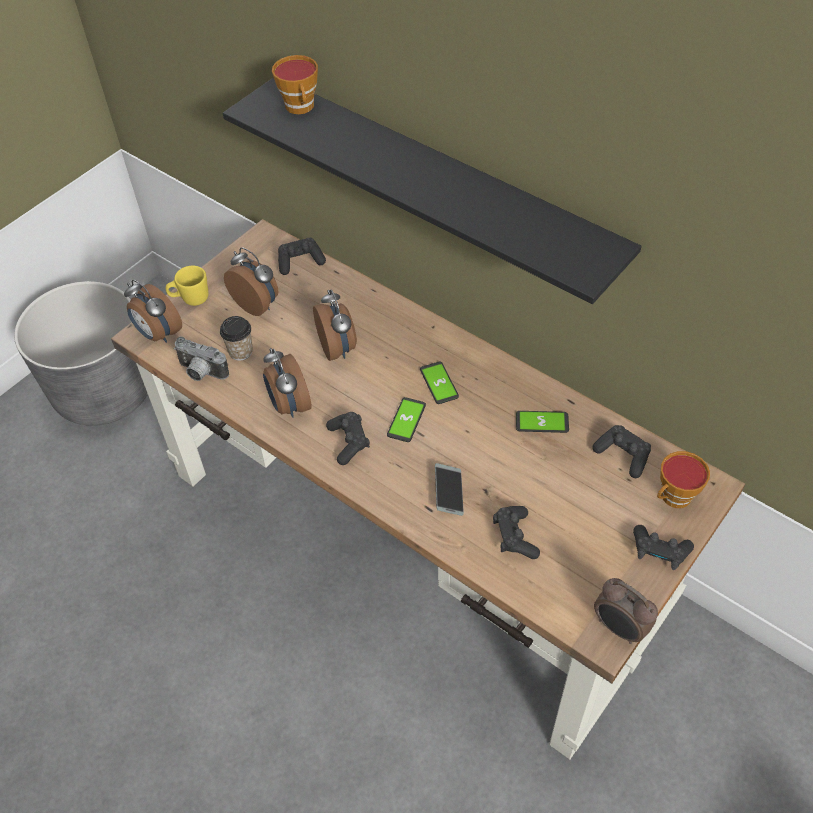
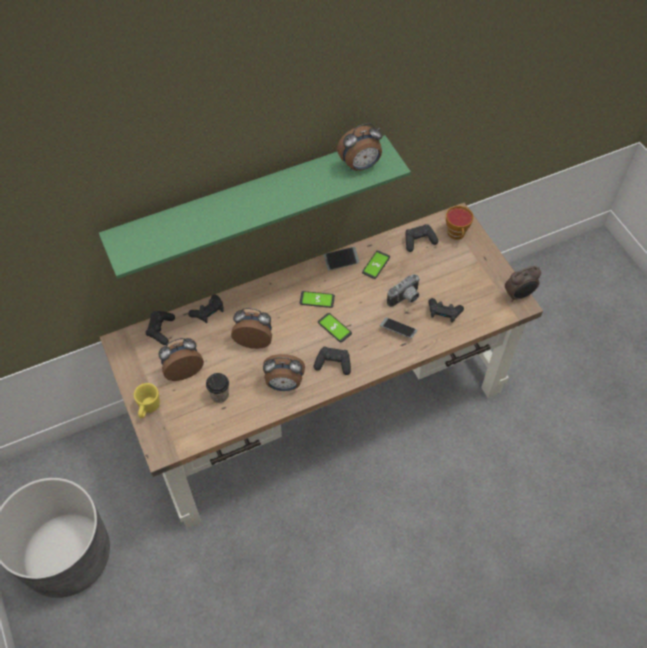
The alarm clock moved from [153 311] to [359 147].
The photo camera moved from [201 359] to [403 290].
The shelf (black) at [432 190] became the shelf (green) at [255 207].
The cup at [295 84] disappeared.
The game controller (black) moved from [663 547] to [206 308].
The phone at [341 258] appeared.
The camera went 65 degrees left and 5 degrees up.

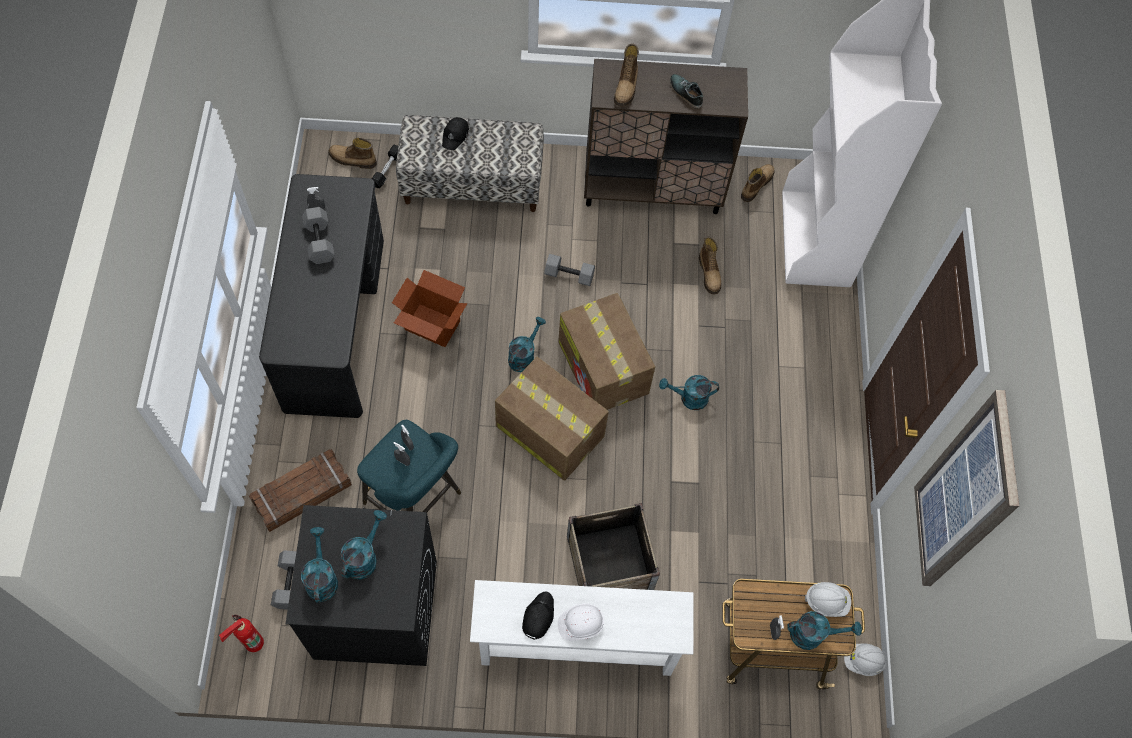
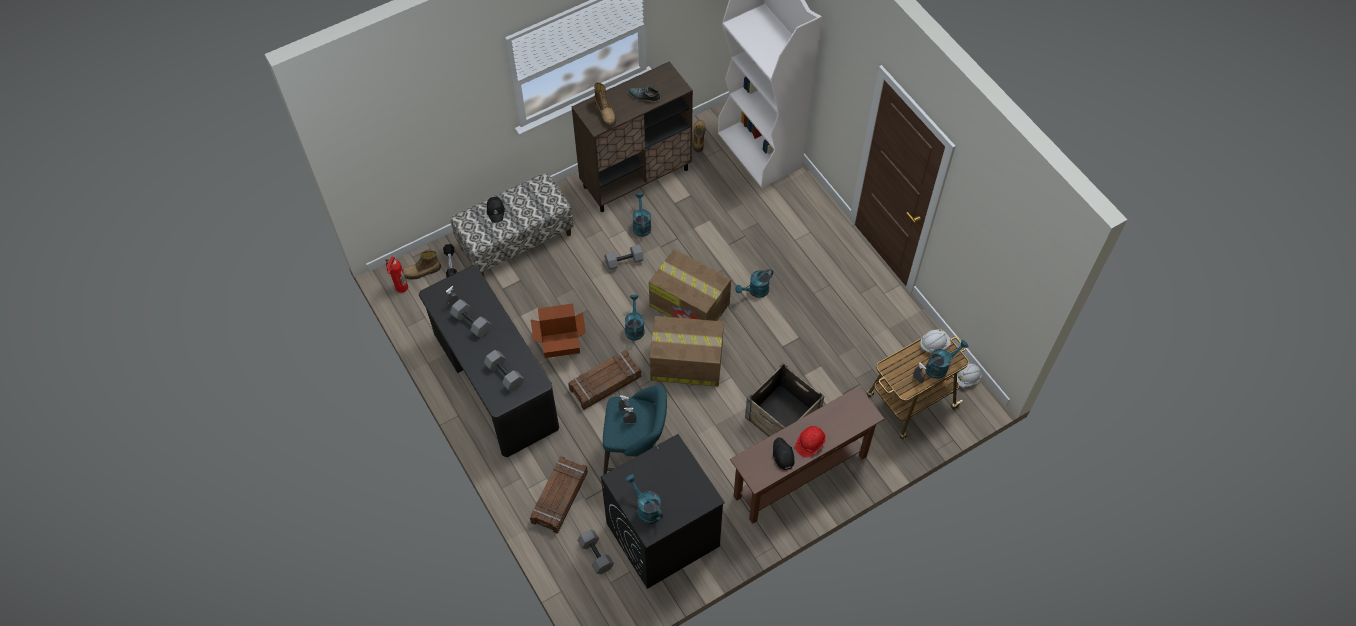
The fire extinguisher moved from [241 633] to [396 275].
The watering can (turquoise) moved from [364 544] to [642 215].
The console table (white) at [582 628] became the console table (brown) at [807 455].
The hard hat (white) at [581 622] became the hard hat (red) at [810 442].
The boot at [710 265] disappeared.
The picture at [966 488] disappeared.
The dumbbell (grey) at [504 371] appeared.
The crate at [604 380] appeared.
The camera went 30 degrees left and 5 degrees down.

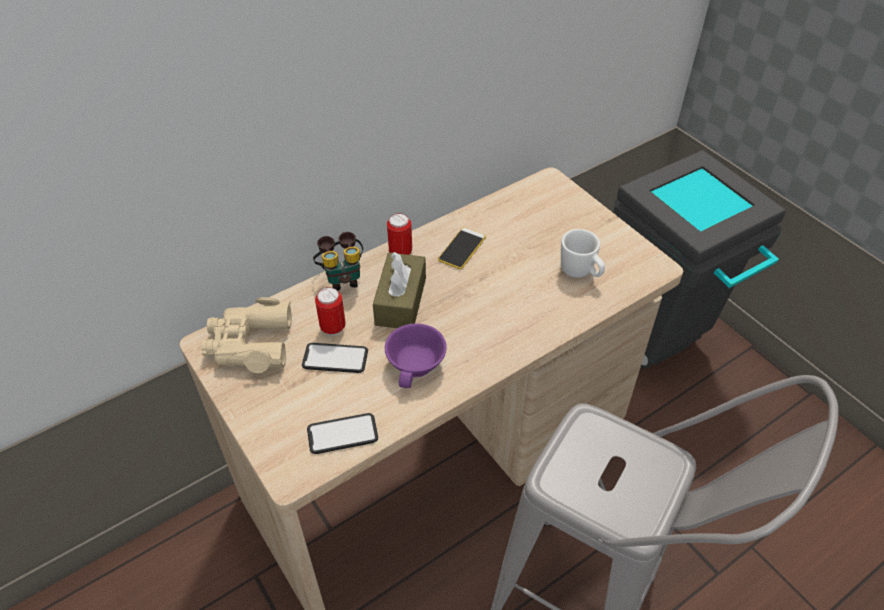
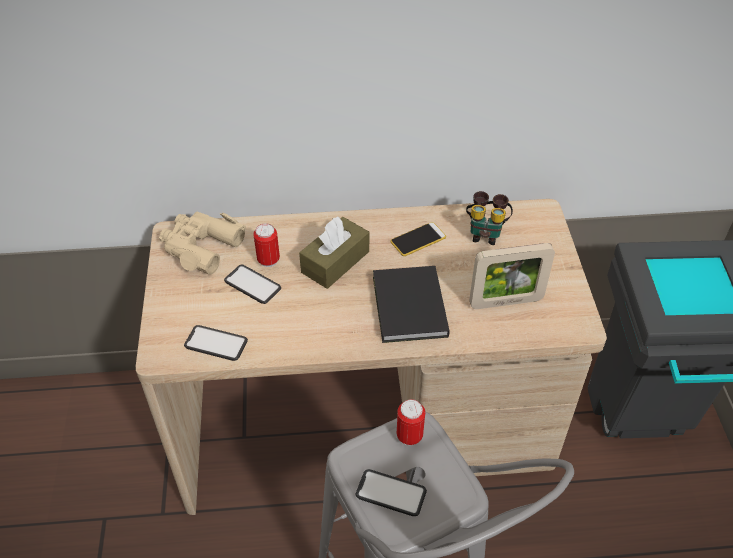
The binoculars moved from [338 261] to [489 218].
The cup (purple) at [416 355] disappeared.
The can moved from [399 234] to [411 422].
The mug (white) at [583 253] was replaced by the picture frame at [512 276].
The phone at [391 492] appeared.
The book (black) at [411 304] appeared.
The camera went 30 degrees right and 0 degrees up.

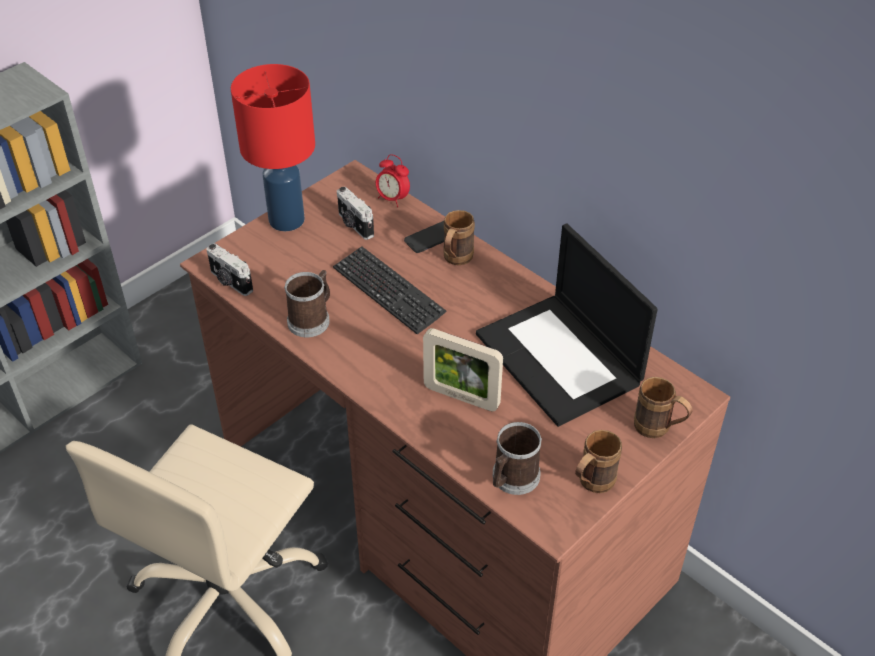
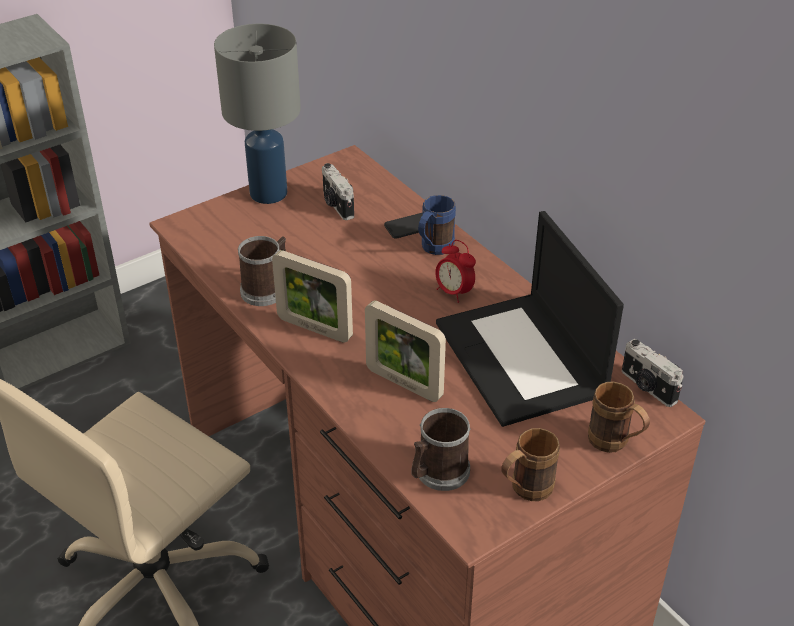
The photo camera moved from [229 270] to [653 373].
The table lamp (red) at [273 147] became the table lamp (grey) at [257 114].
The keyboard at [390 290] disappeared.
The alarm clock moved from [393 180] to [455 271].
The mug (brown) at [459 237] became the mug (blue) at [437 225].
The picture frame at [312 296] appeared.
The camera went 10 degrees right and 5 degrees down.

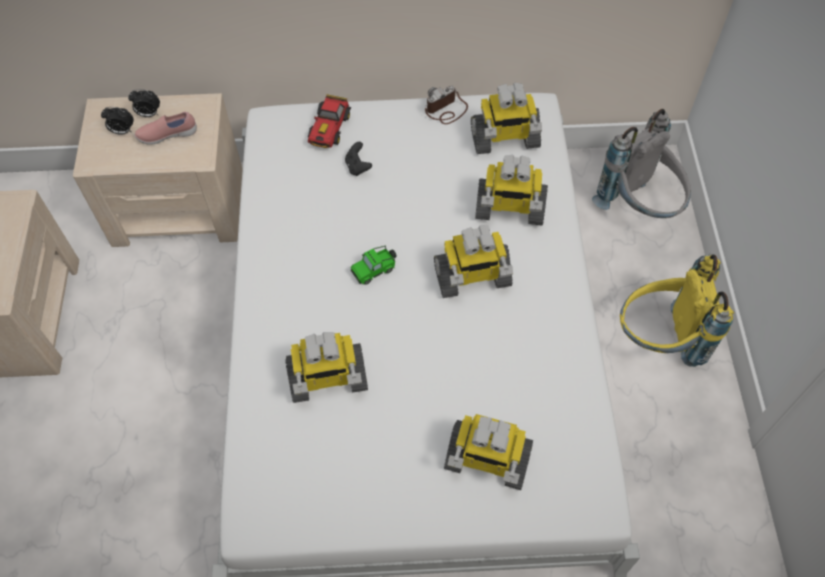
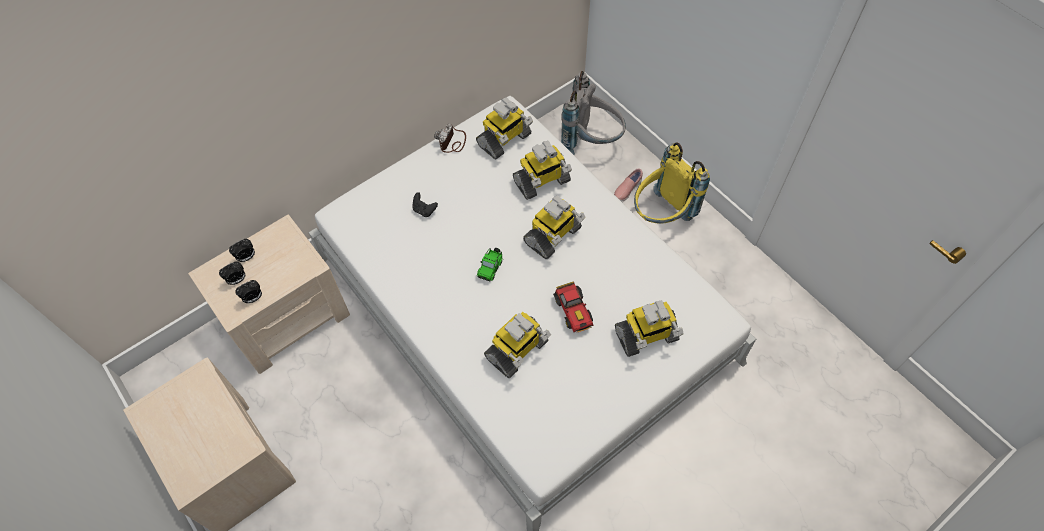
The shoe (pink) moved from [165 128] to [628 185].
The toy car moved from [330 121] to [573 306].
The alarm clock at [248 291] appeared.
The camera went 35 degrees left and 0 degrees up.

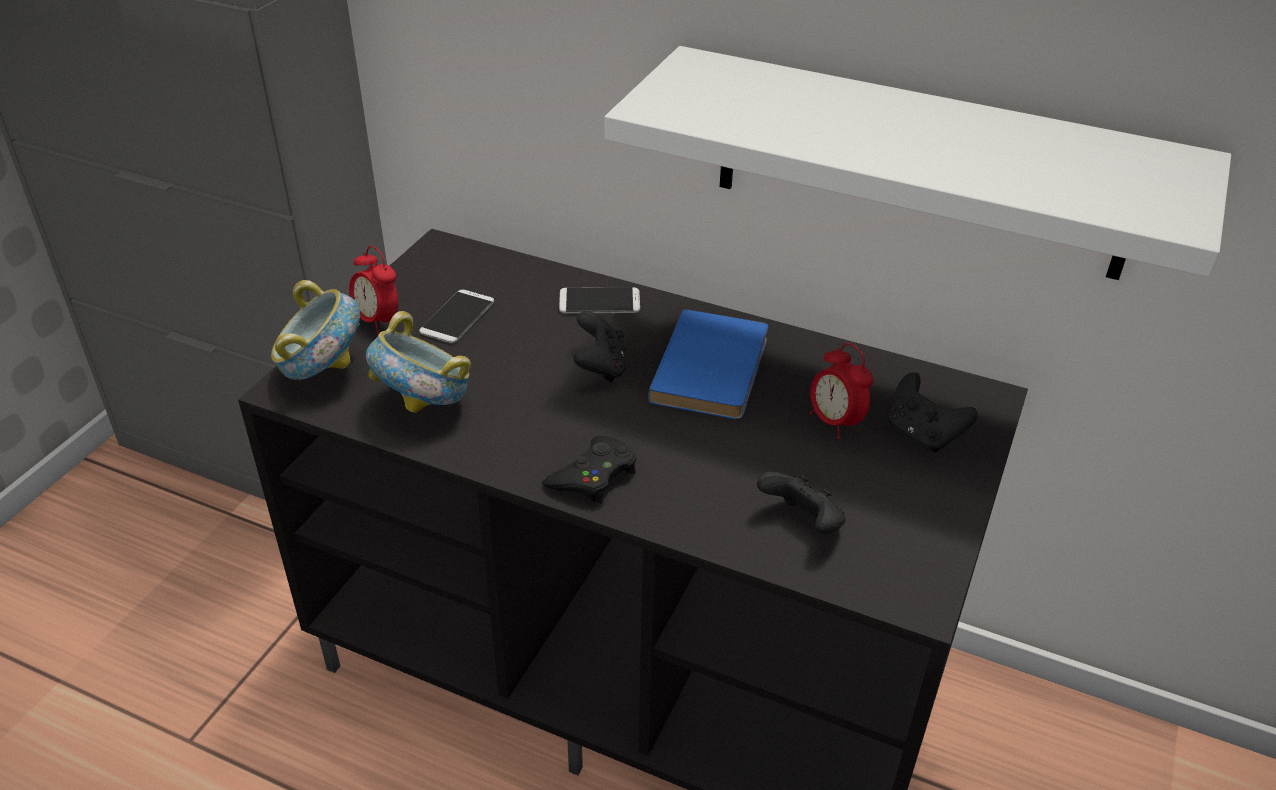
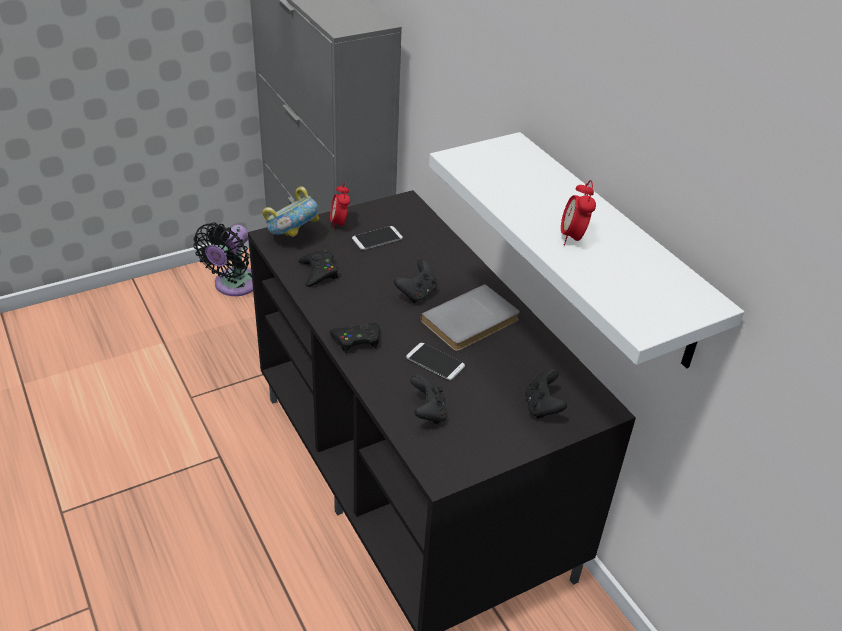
The bowl at [418 362] was replaced by the game controller (black) at [318 268].
The phone moved from [599 300] to [435 361].
The book (blue) at [708 364] became the book (grey) at [470 317].
The alarm clock moved from [841 391] to [578 212].
The fan (black) at [223 259] appeared.
The camera went 35 degrees right and 0 degrees up.

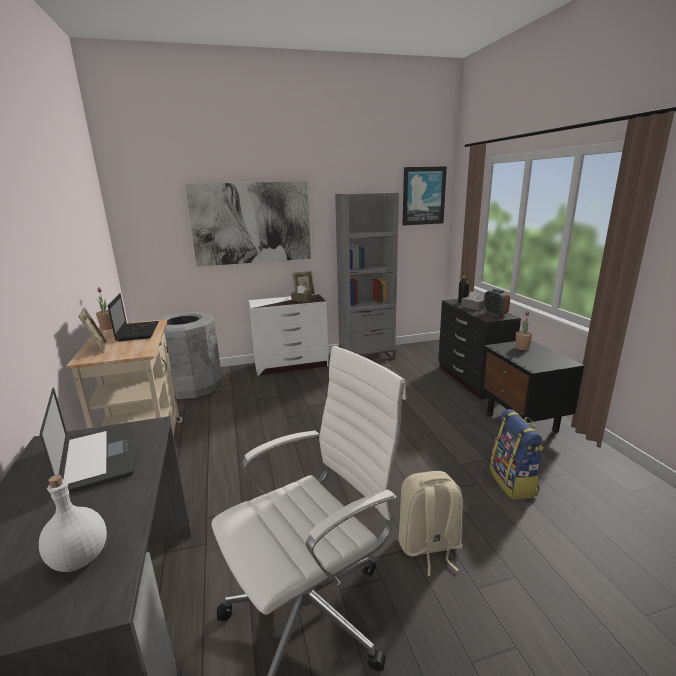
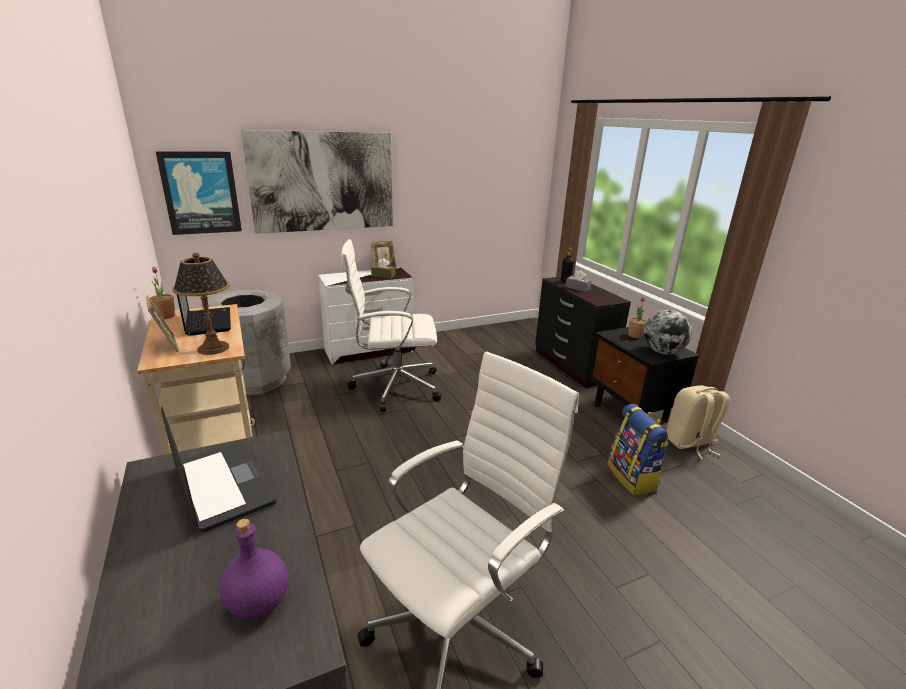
The bottle (white) at [73 523] became the bottle (purple) at [254 569].
The bookcase (grey) at [367 277] disappeared.
The backpack (beige) moved from [430 523] to [698 422].
The picture moved from [425 196] to [199 193].
The alarm clock at [496 302] disappeared.
The table lamp at [201 304] appeared.
The office chair (white) at [391 325] appeared.
The globe at [668 332] appeared.
The camera went 10 degrees left and 5 degrees up.

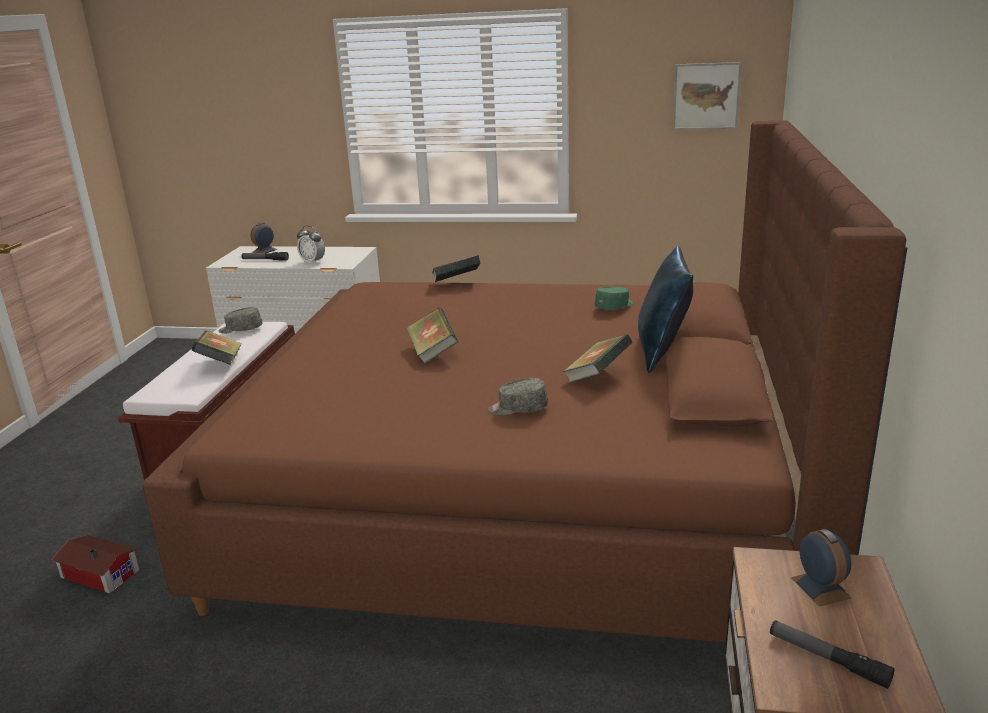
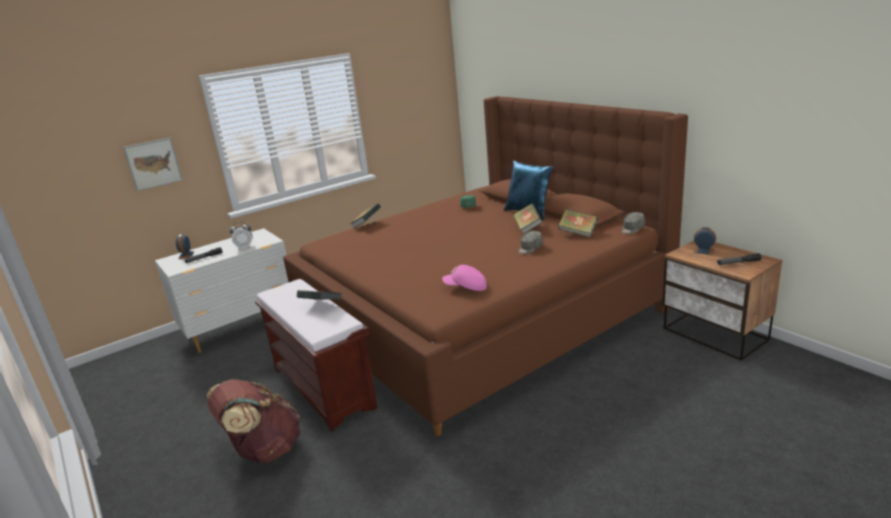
The toy house at [95 564] disappeared.
The cap (grey) moved from [241 320] to [633 223].
The book moved from [432 335] to [577 223].
The picture moved from [707 96] to [153 164].
The backpack (brown) at [253 421] appeared.
The cap (pink) at [464 278] appeared.
The camera went 45 degrees left and 0 degrees up.

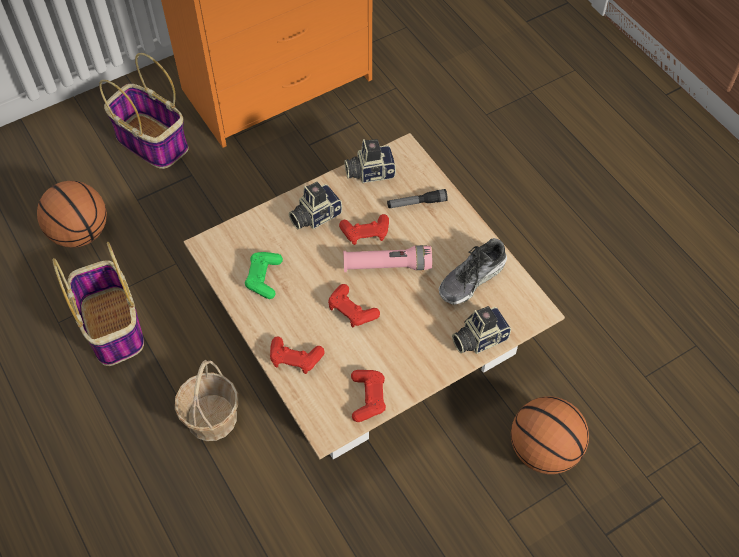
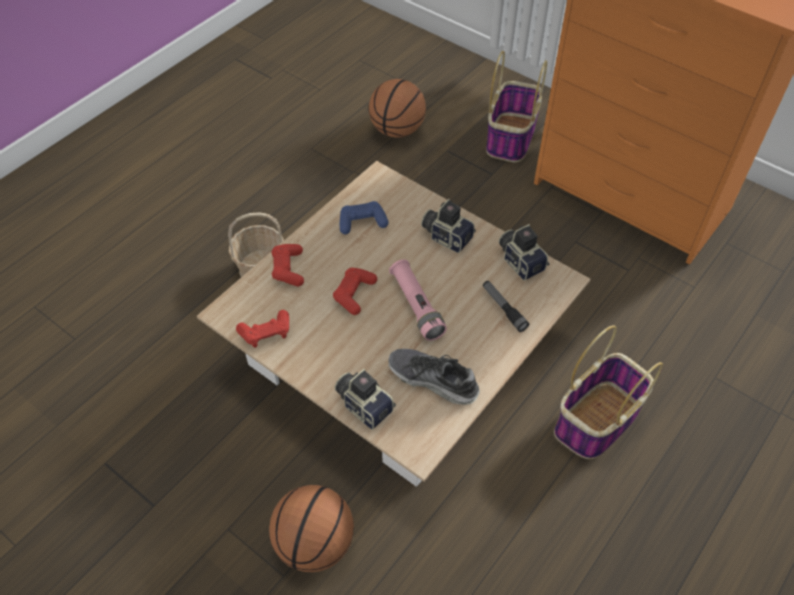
The basket moved from [98 304] to [608 392].
The game controller (green) at [264 275] became the game controller (blue) at [364 217].
The game controller (red) at [364 229] disappeared.
The camera went 70 degrees right and 5 degrees down.

